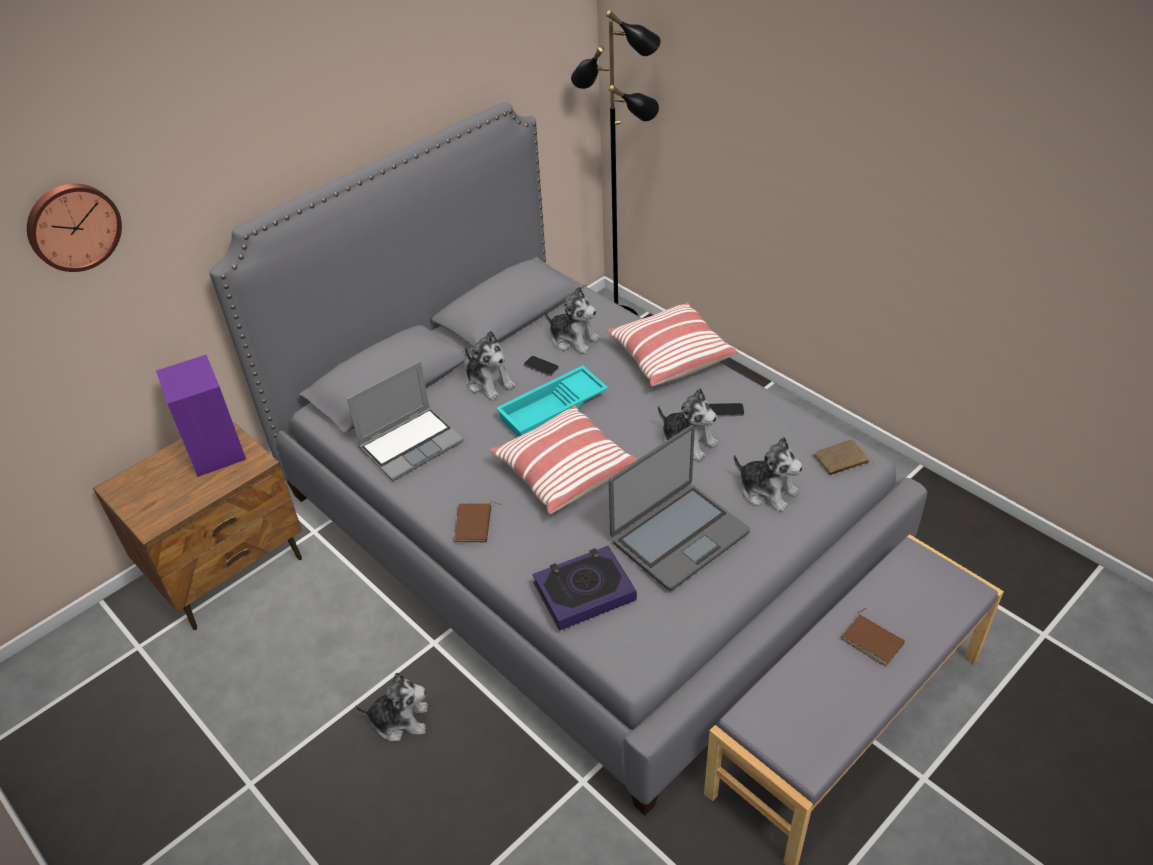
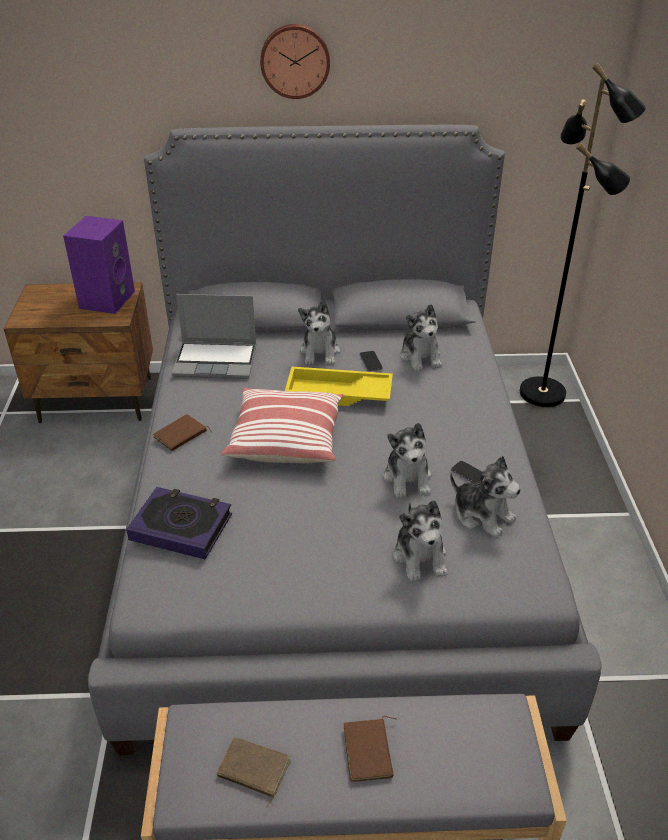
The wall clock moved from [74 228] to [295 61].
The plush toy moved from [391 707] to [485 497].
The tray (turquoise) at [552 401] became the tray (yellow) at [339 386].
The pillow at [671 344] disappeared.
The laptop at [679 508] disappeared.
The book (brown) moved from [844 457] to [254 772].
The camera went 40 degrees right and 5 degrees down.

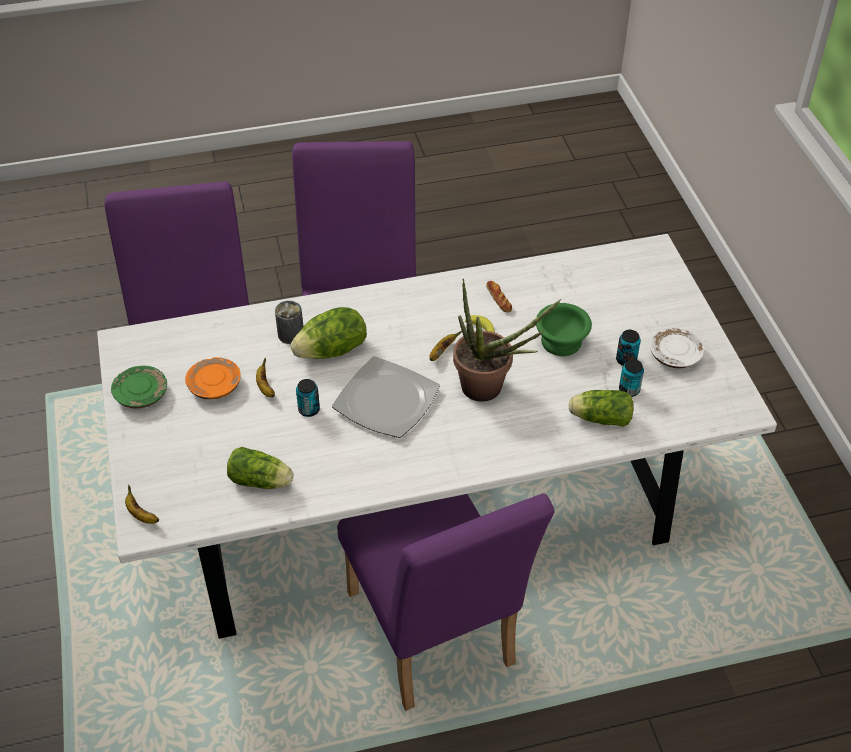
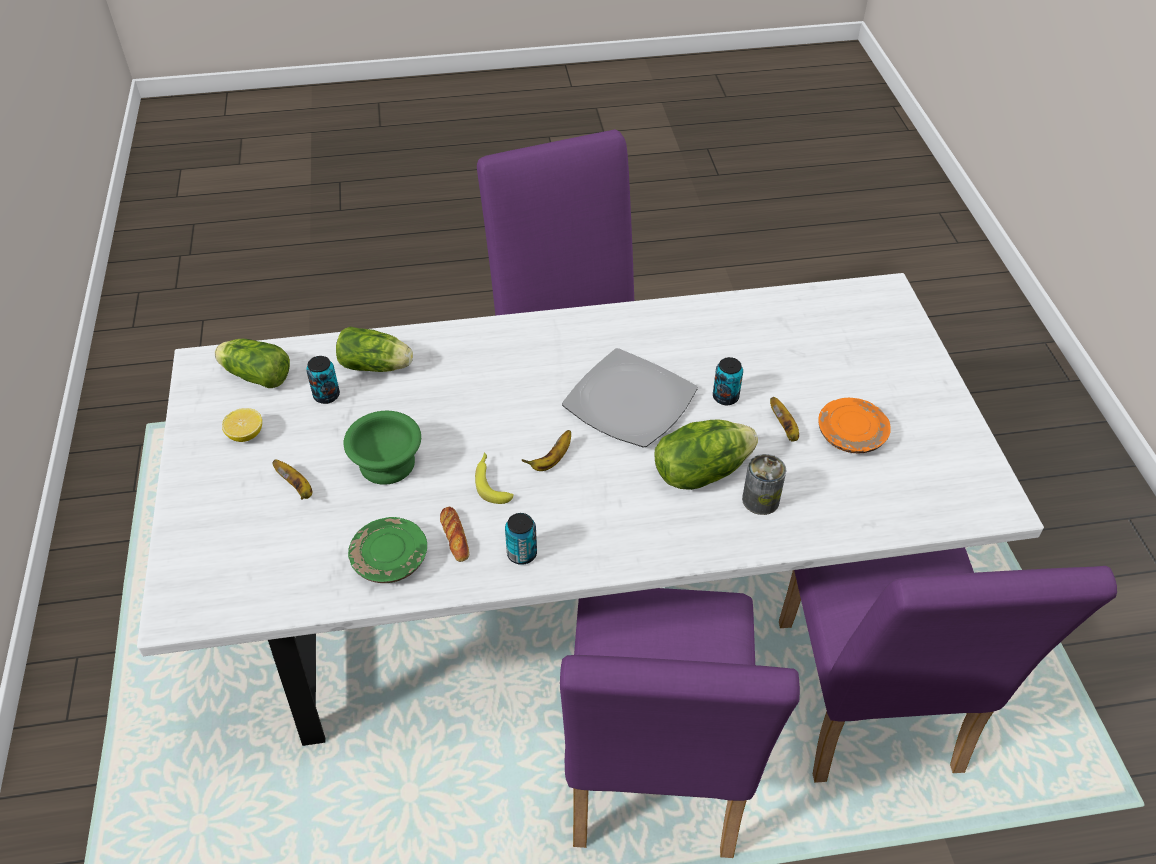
The plate (green) moved from [139 387] to [387 550].
The banana moved from [142 504] to [292 480].
The lettuce moved from [260 468] to [252 363].
The potted plant at [507 340] disappeared.
The can moved from [628 348] to [521 539].
The plate (white) at [677 348] was replaced by the lemon at [242 425].
The camera went 175 degrees left and 0 degrees up.

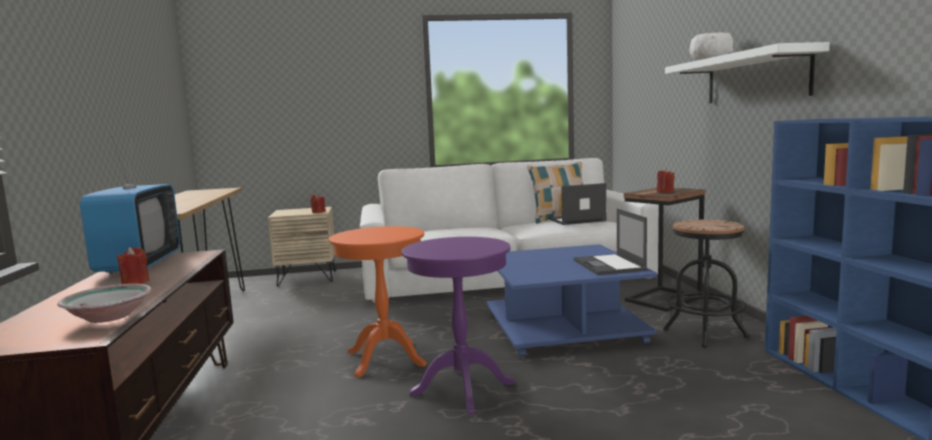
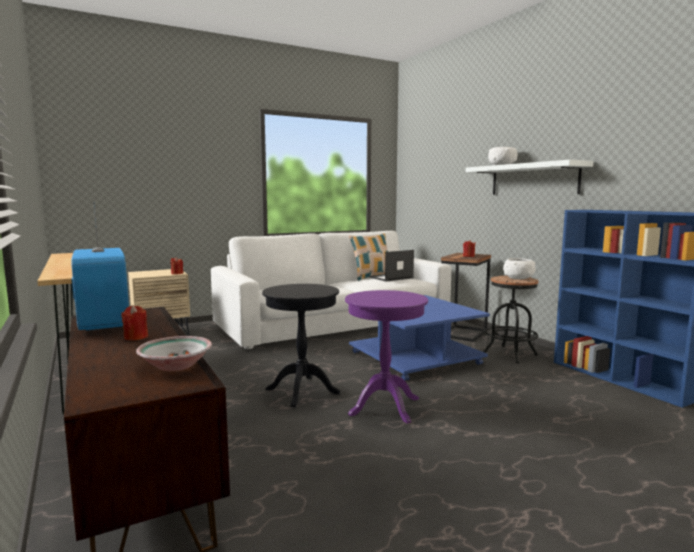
The side table (orange) at [378 301] became the side table (black) at [301 345].
The laptop at [610 242] disappeared.
The bowl (white) at [519 268] appeared.
The camera went 20 degrees left and 0 degrees up.

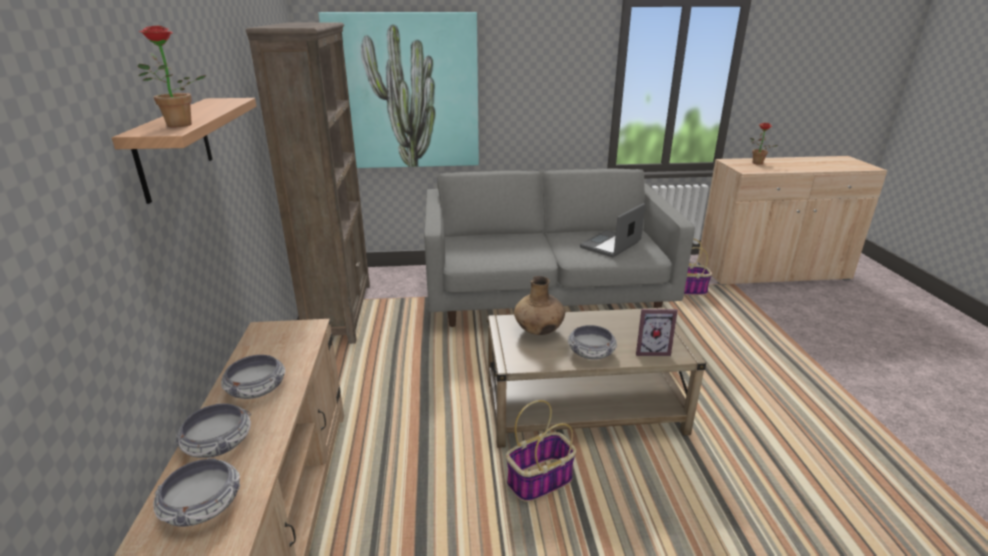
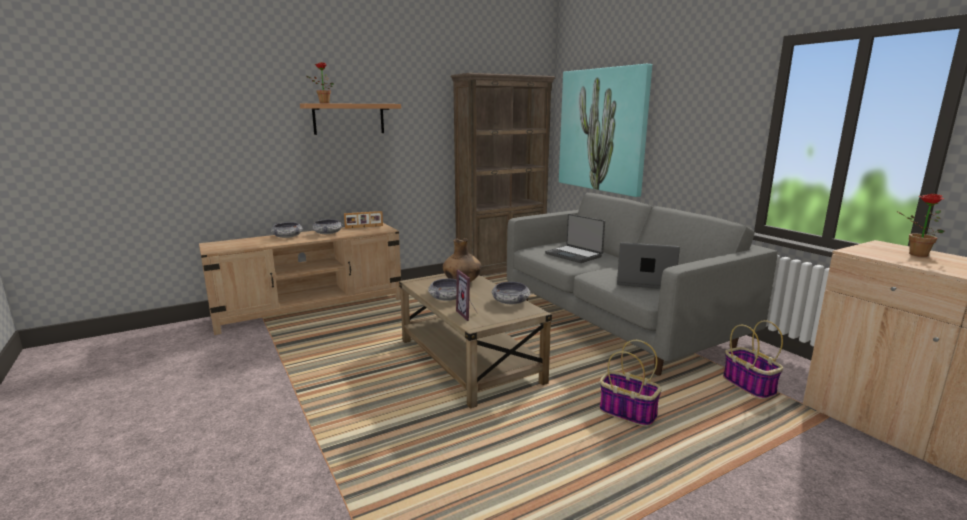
The bowl moved from [196 492] to [510 293].
The basket moved from [541 451] to [631 383].
The picture frame at [363 220] appeared.
The laptop at [575 238] appeared.
The camera went 65 degrees right and 10 degrees down.

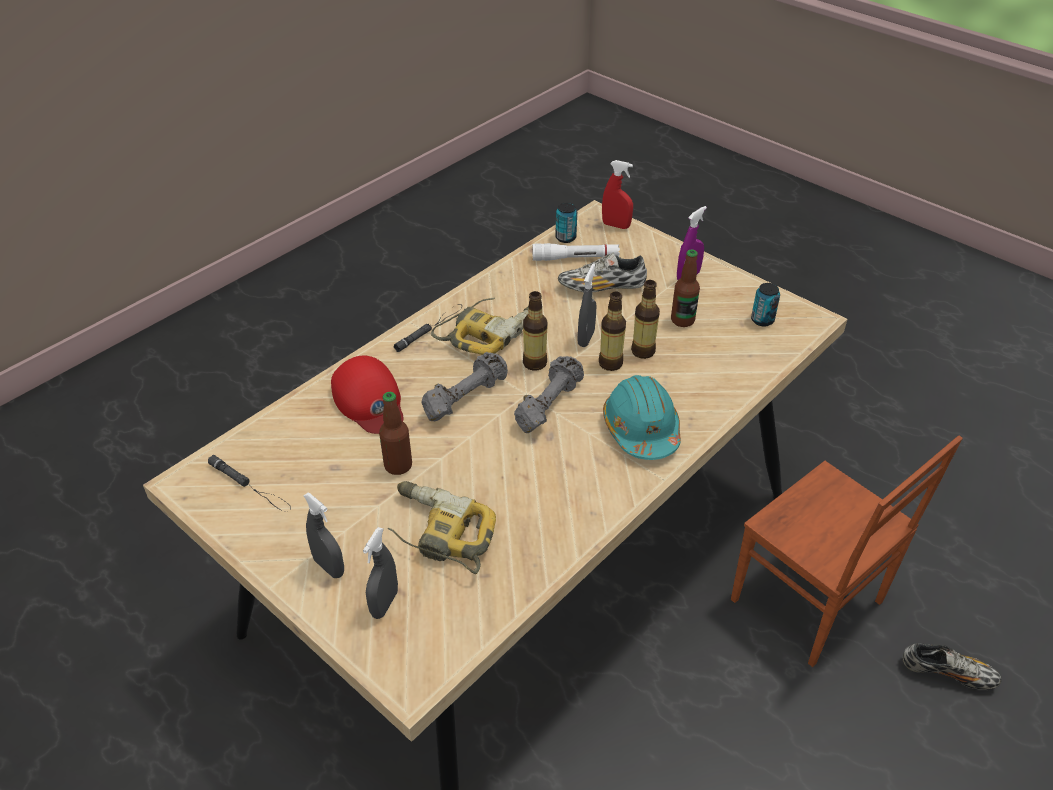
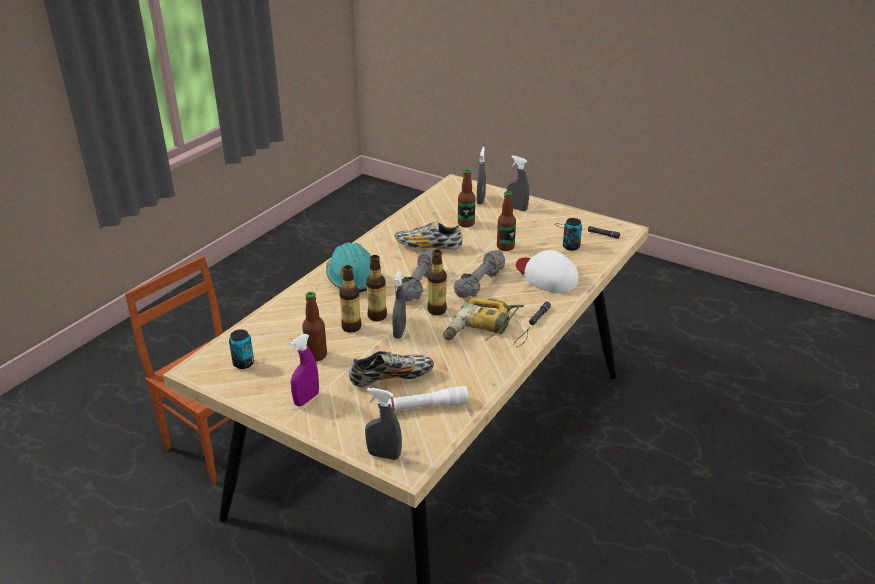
The cap (red) at [367 395] became the cap (white) at [547 271].
The power drill at [442 527] was replaced by the bottle at [466 198].
The can moved from [566 223] to [572 234].
The spray bottle (red) at [617 194] became the spray bottle (grey) at [383 424].
The shoe moved from [951 666] to [429 235].
The camera went 170 degrees right and 10 degrees down.

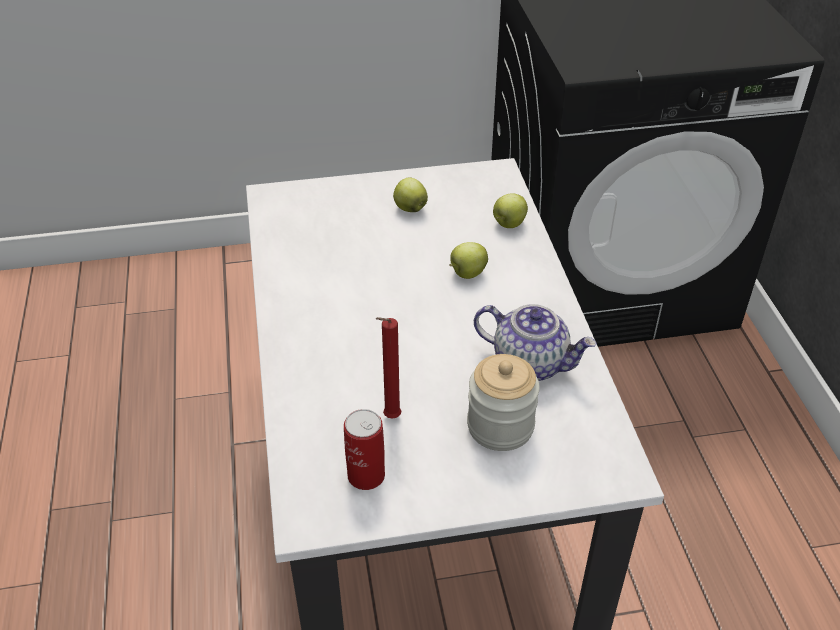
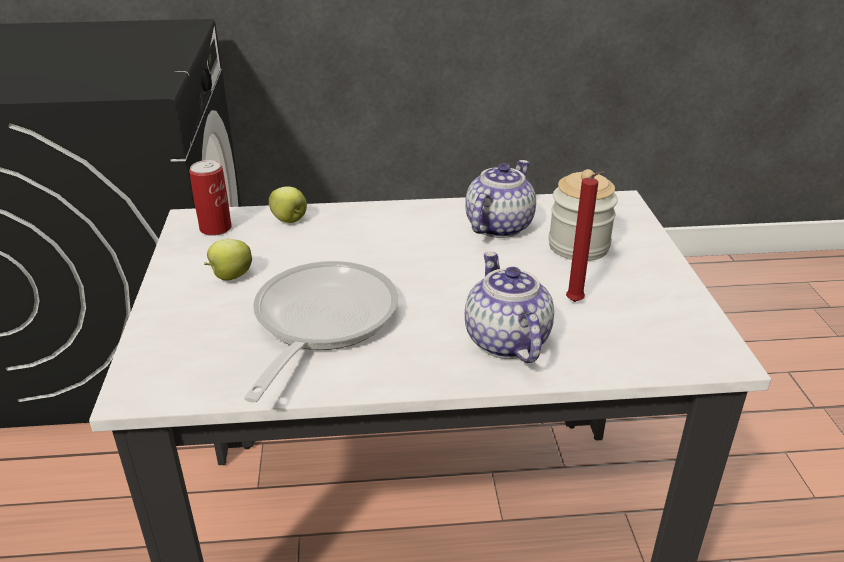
The can moved from [364 449] to [210 198].
The apple at [469 260] disappeared.
The frying pan at [321 332] appeared.
The teapot at [509 307] appeared.
The camera went 85 degrees left and 10 degrees down.

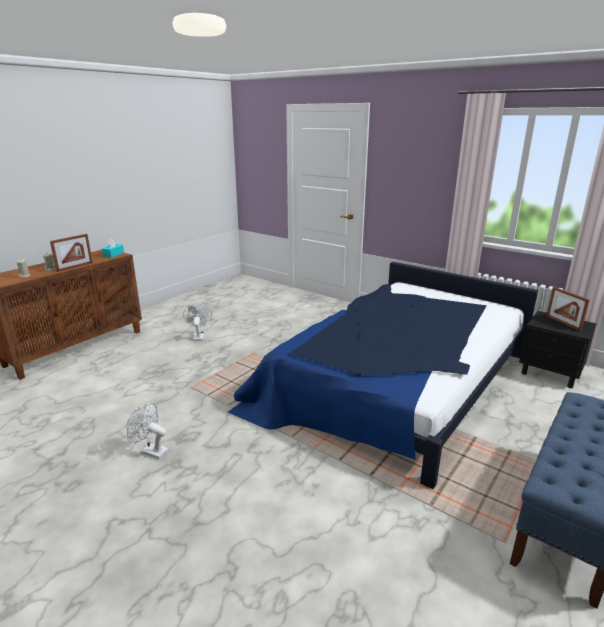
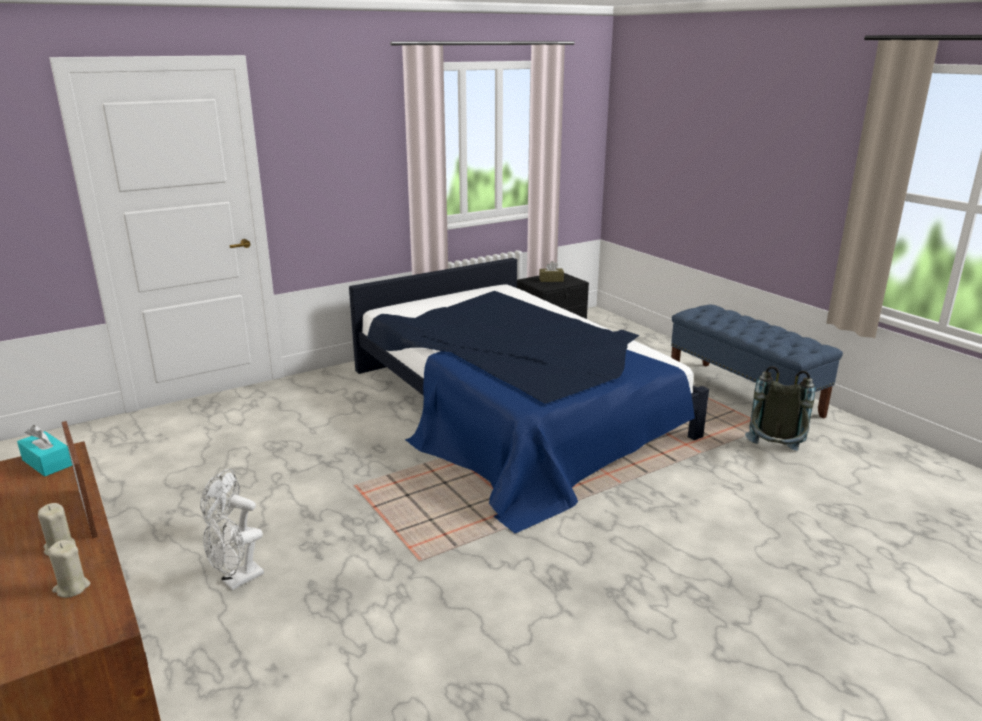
The fan (white) moved from [147 430] to [233 551].
The picture frame at [567 309] was replaced by the tissue box (brown) at [551 271].
The backpack (grey) at [780 408] appeared.
The camera went 70 degrees left and 0 degrees up.

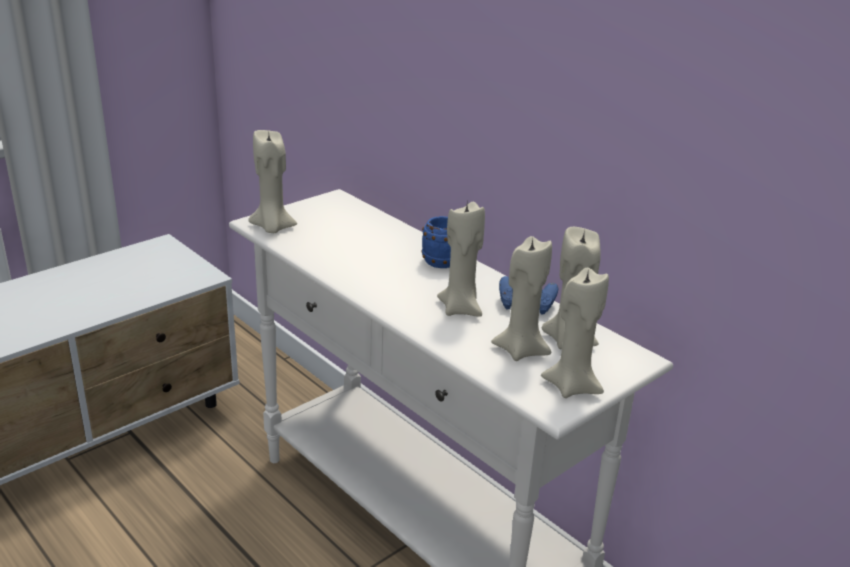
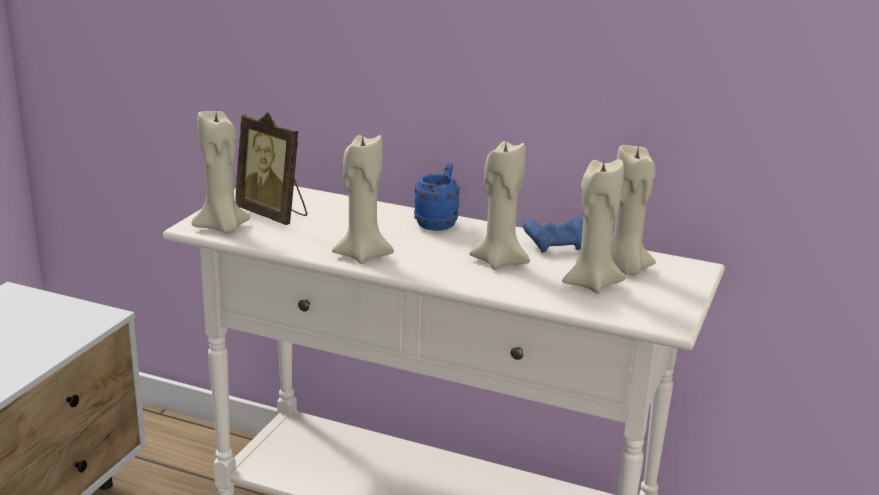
The candle (beige) moved from [575 332] to [363 199].
The picture frame at [271 168] appeared.
The camera went 25 degrees left and 5 degrees down.

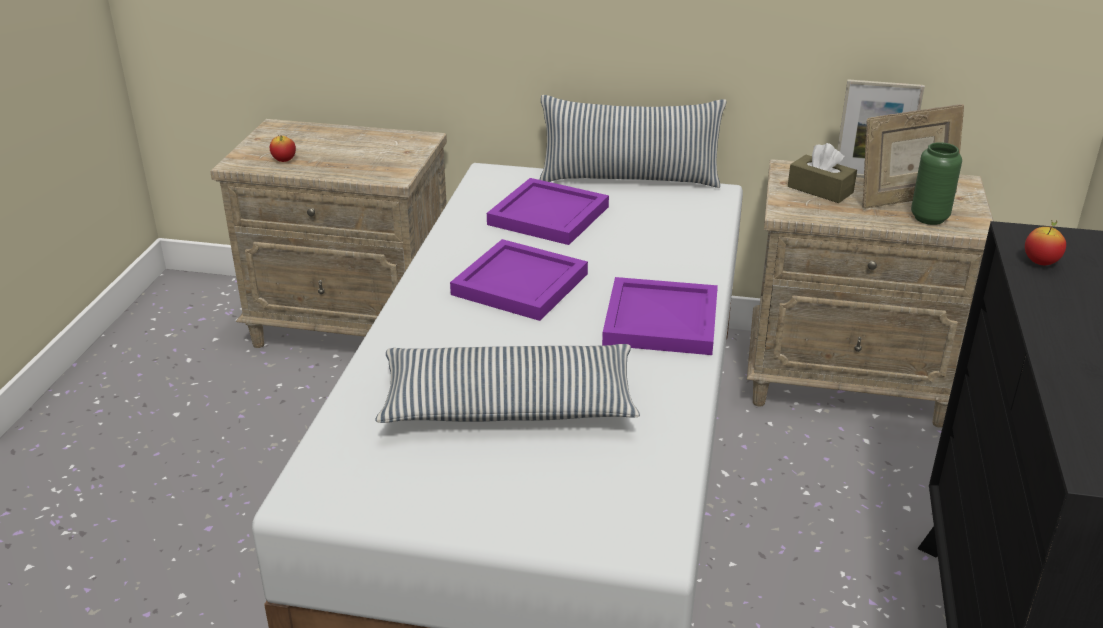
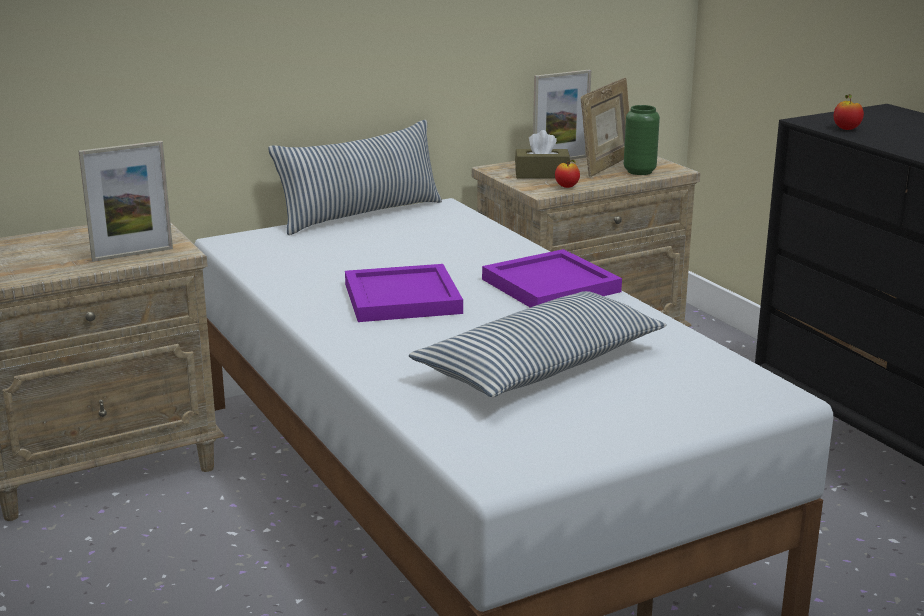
The apple moved from [283 148] to [567 174].
The tray (purple) at [548 211] disappeared.
The picture frame at [126 201] appeared.
The camera went 40 degrees left and 10 degrees down.

